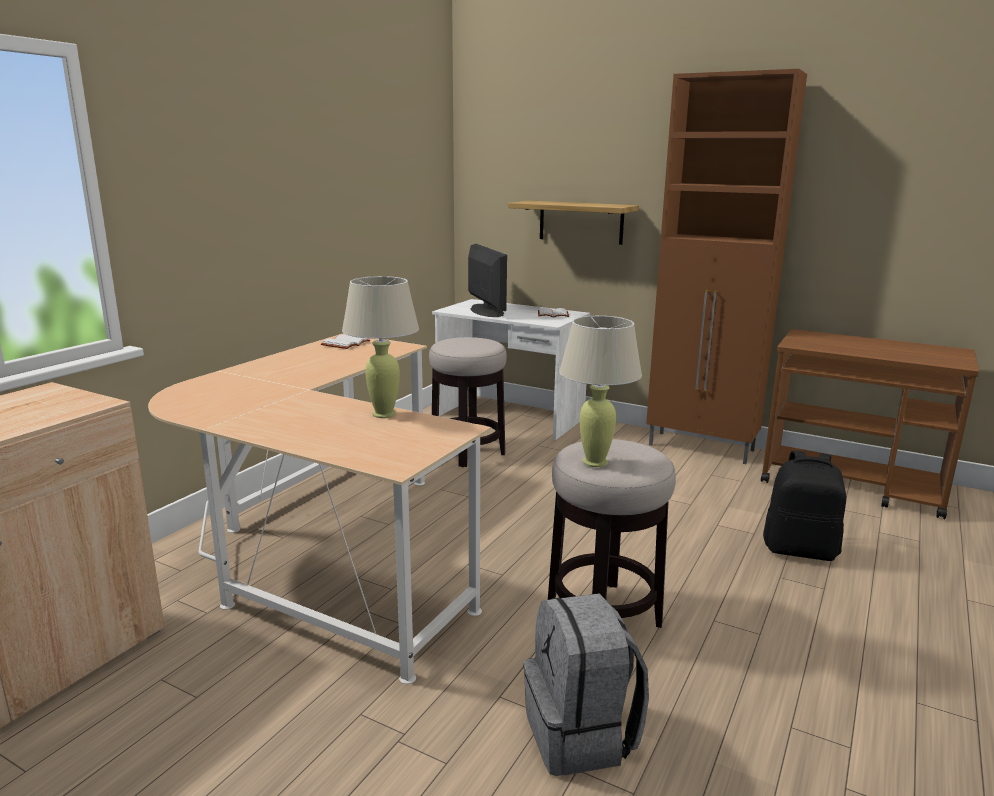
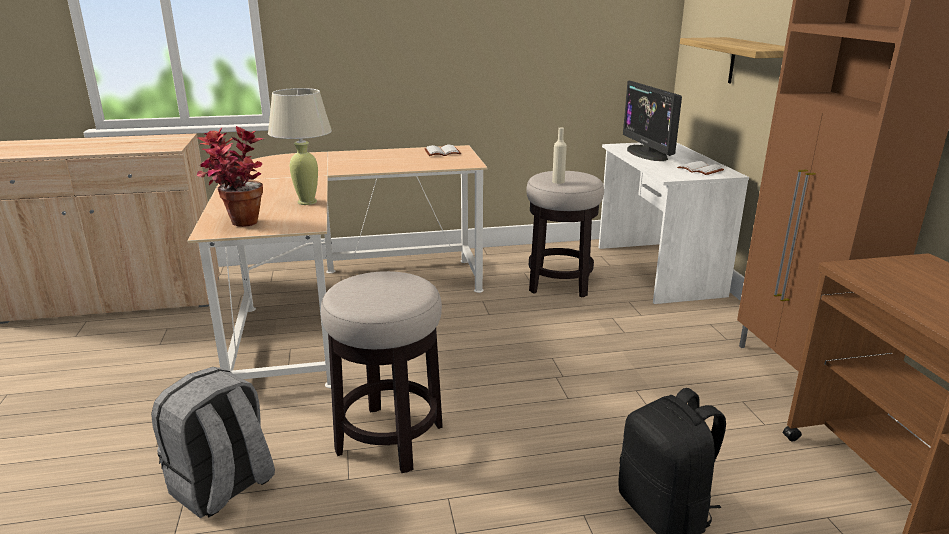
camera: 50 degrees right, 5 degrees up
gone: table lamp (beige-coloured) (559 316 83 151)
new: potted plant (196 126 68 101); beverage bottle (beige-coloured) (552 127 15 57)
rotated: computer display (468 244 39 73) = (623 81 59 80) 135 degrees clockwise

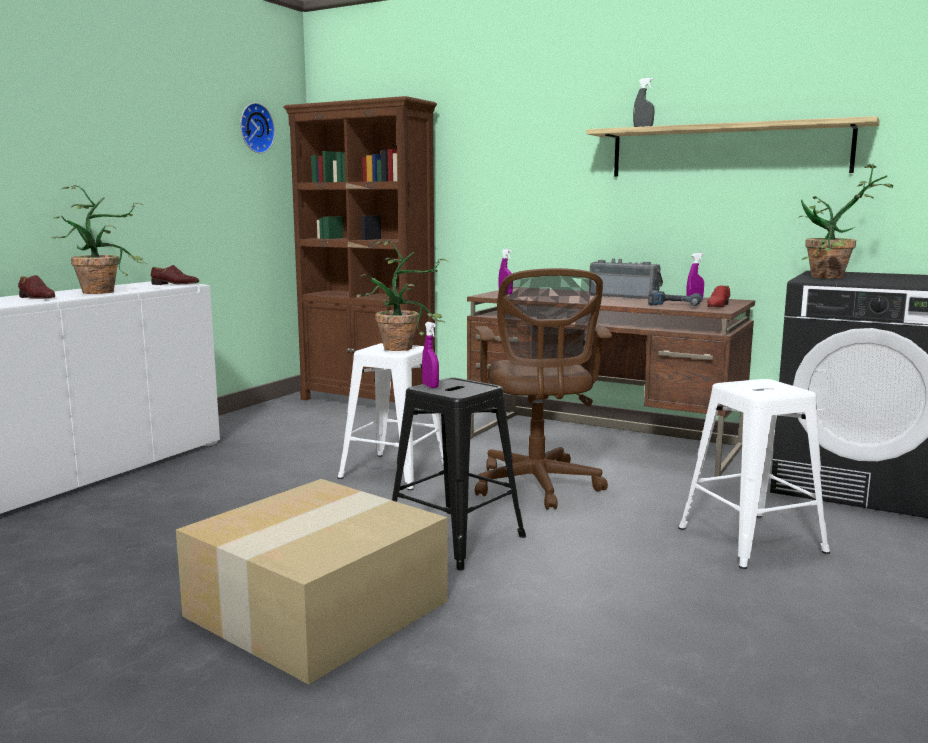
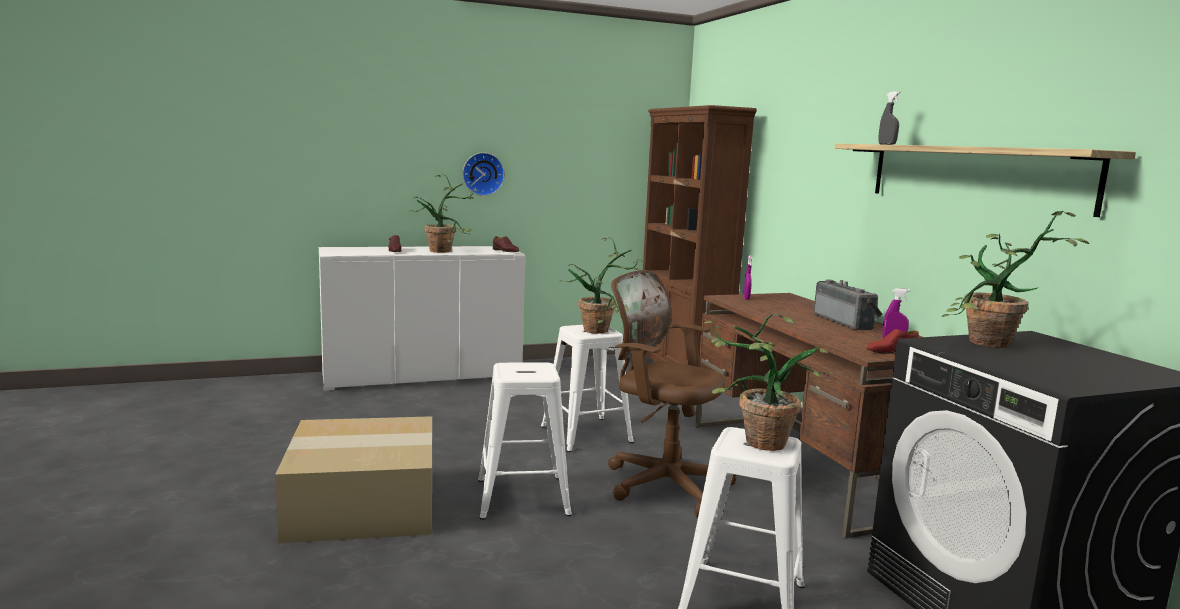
camera: 40 degrees right, 0 degrees up
gone: hand sprayer (purple-coloured) (422 322 17 66); power drill (648 290 54 16)
new: potted plant (705 314 130 137)
shifted: wall clock (240 103 35 50) to (462 153 43 43)
repainted: stool (blackish) (392 377 134 194) to stool (white-coloured) (478 362 94 158)
rotated: computer chair (brown) (475 268 137 242) = (608 270 129 247) 90 degrees clockwise

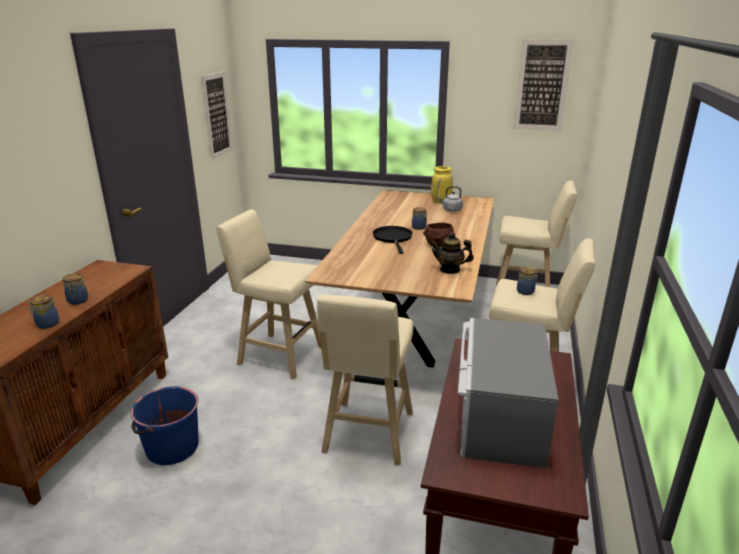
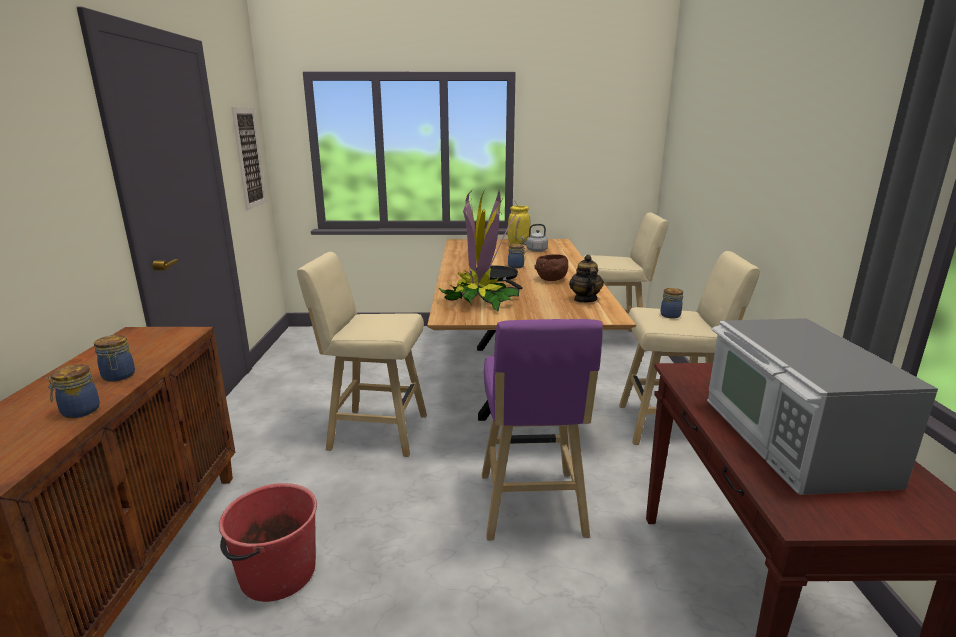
camera: 15 degrees left, 5 degrees down
gone: wall picture (513 39 61 92)
new: potted plant (438 188 81 123)
repainted: bucket (blue-coloured) (131 386 67 79) to bucket (red-coloured) (219 483 98 119); stool (beige-coloured) (317 295 96 170) to stool (purple-coloured) (482 319 121 222)
rotated: pot for tea (430 232 44 42) = (569 255 35 48) 90 degrees clockwise

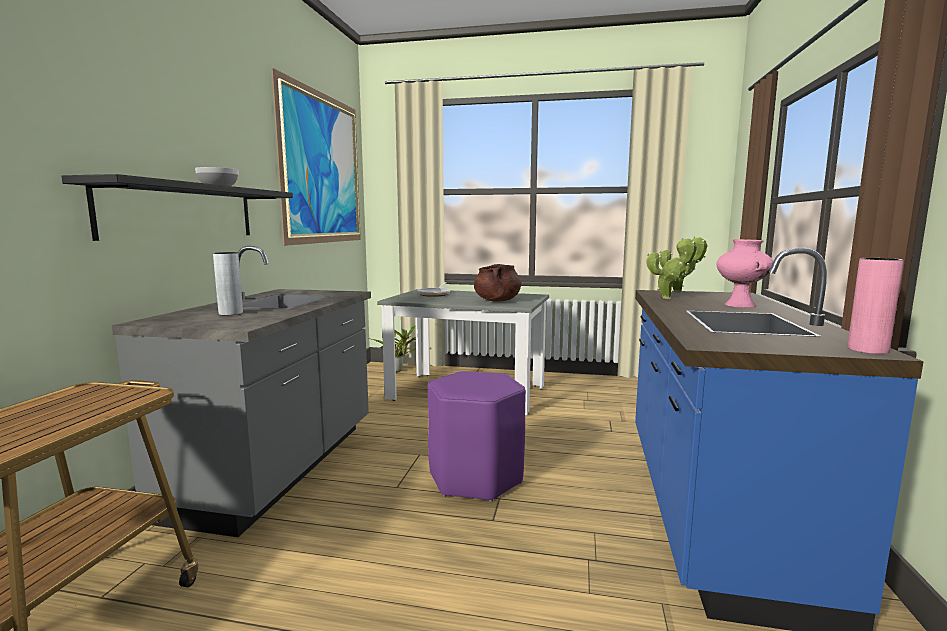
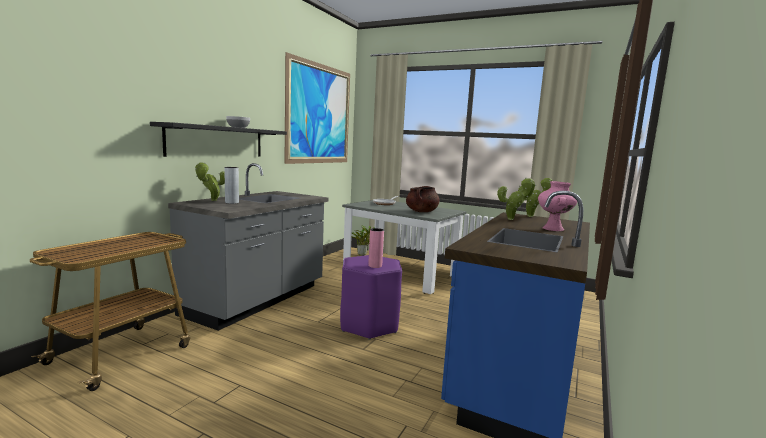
camera: 15 degrees right, 0 degrees up
new: potted plant (195 162 30 39)
shifted: decorative vase (pinkish) (848 258 56 96) to (368 228 16 40)

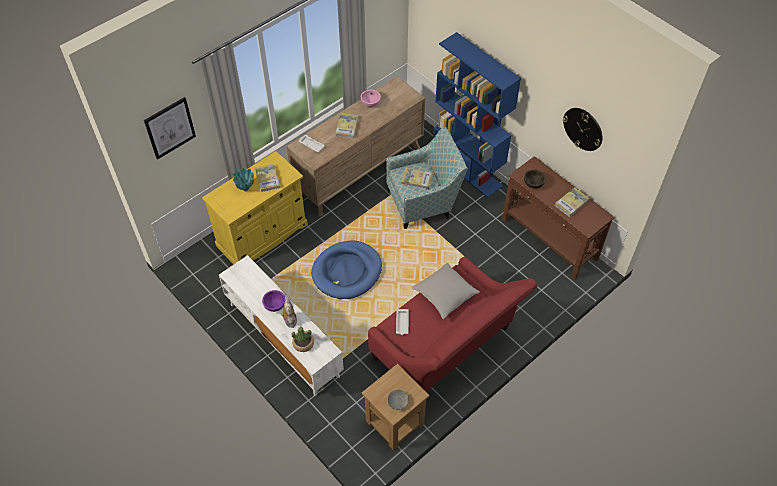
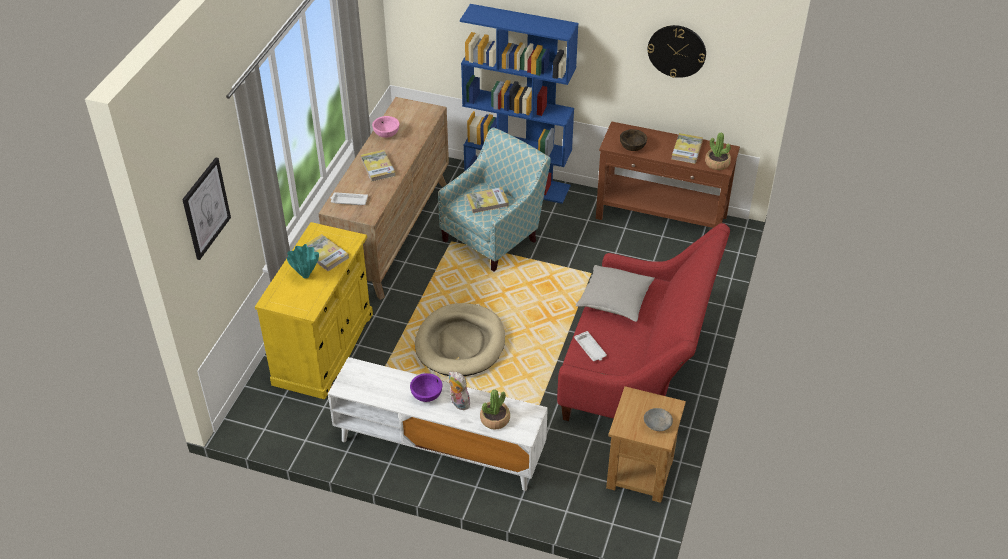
camera: 30 degrees left, 10 degrees down
new: potted plant (705 132 26 38)
repainted: dog bed (blue-coloured) (311 240 71 59) to dog bed (beige-coloured) (415 303 90 73)

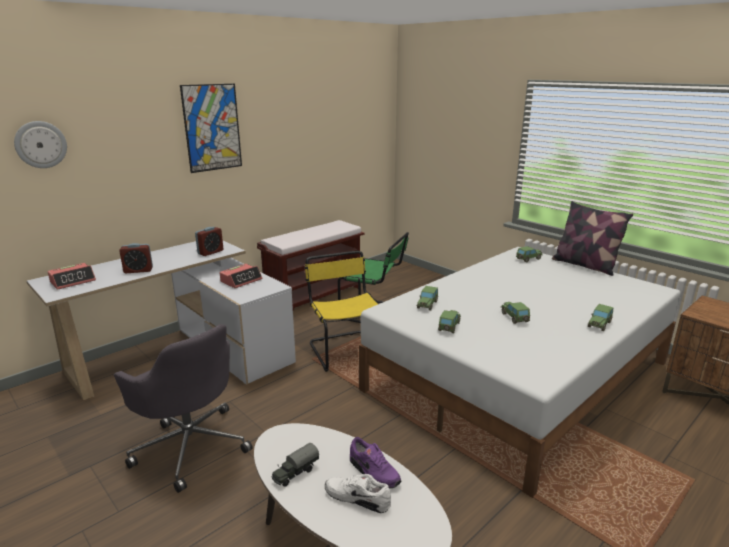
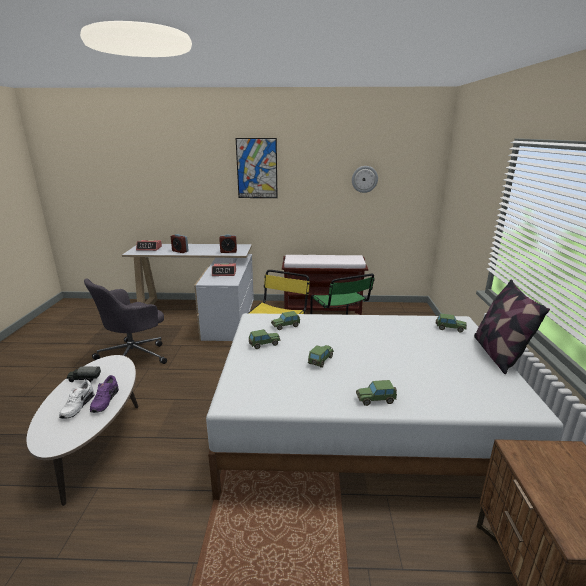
camera: 45 degrees right, 0 degrees up
shifted: wall clock (14 121 53 47) to (352 166 26 27)
rotated: computer chair (gray) (114 324 139 169) = (84 278 83 86) 45 degrees clockwise; item of footwear (white-coloured) (325 474 66 39) = (59 380 35 39) 150 degrees counterclockwise

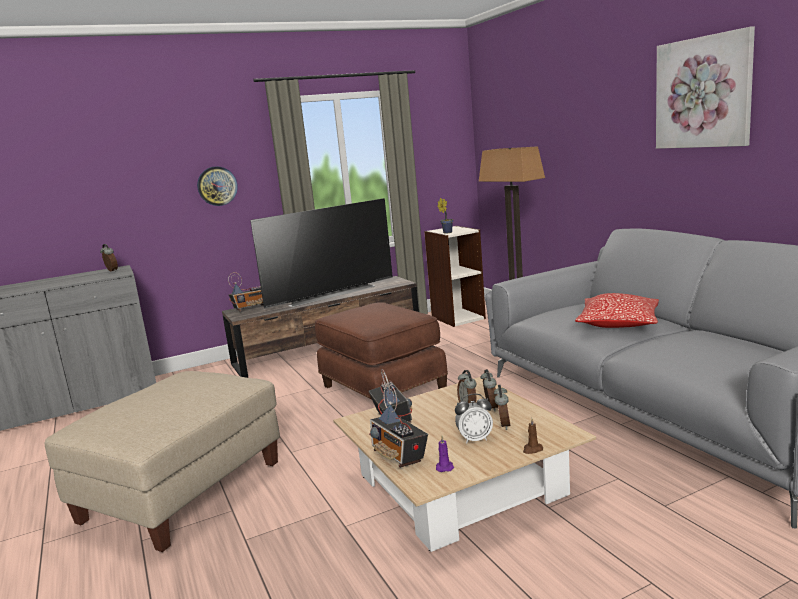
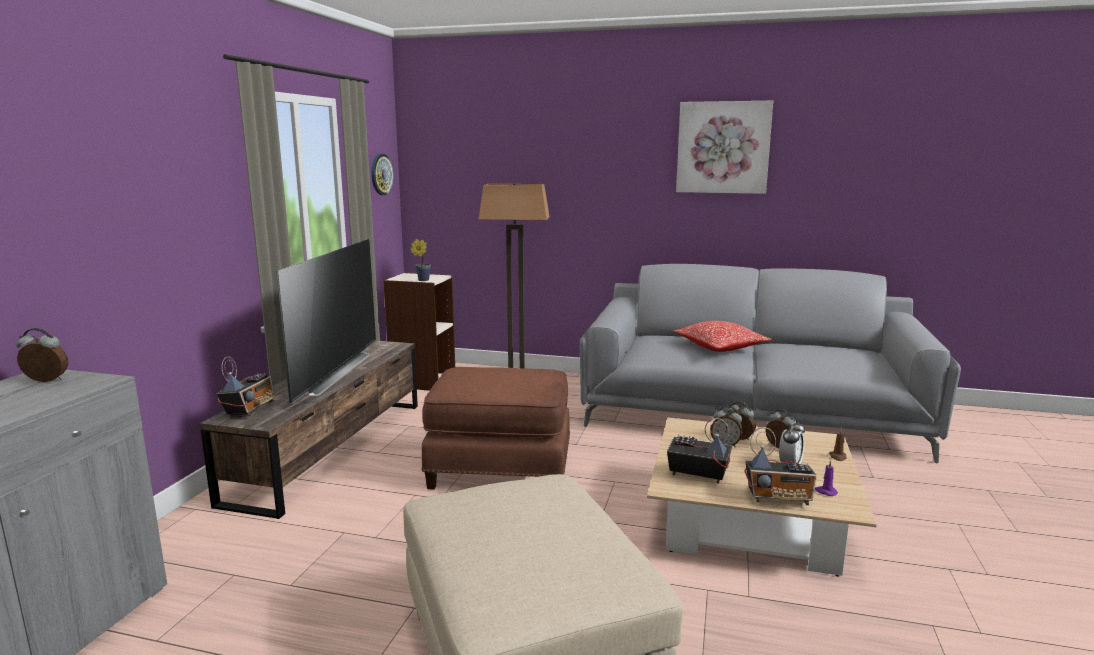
camera: 50 degrees left, 0 degrees up
shifted: wall clock (197 166 41 40) to (371 154 23 41)

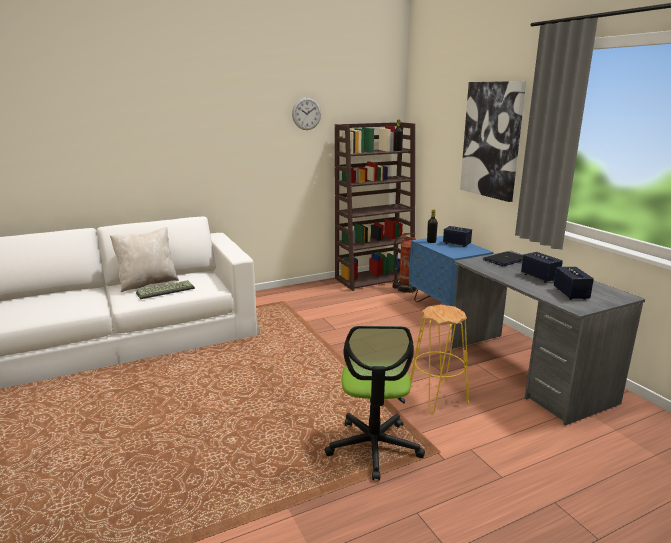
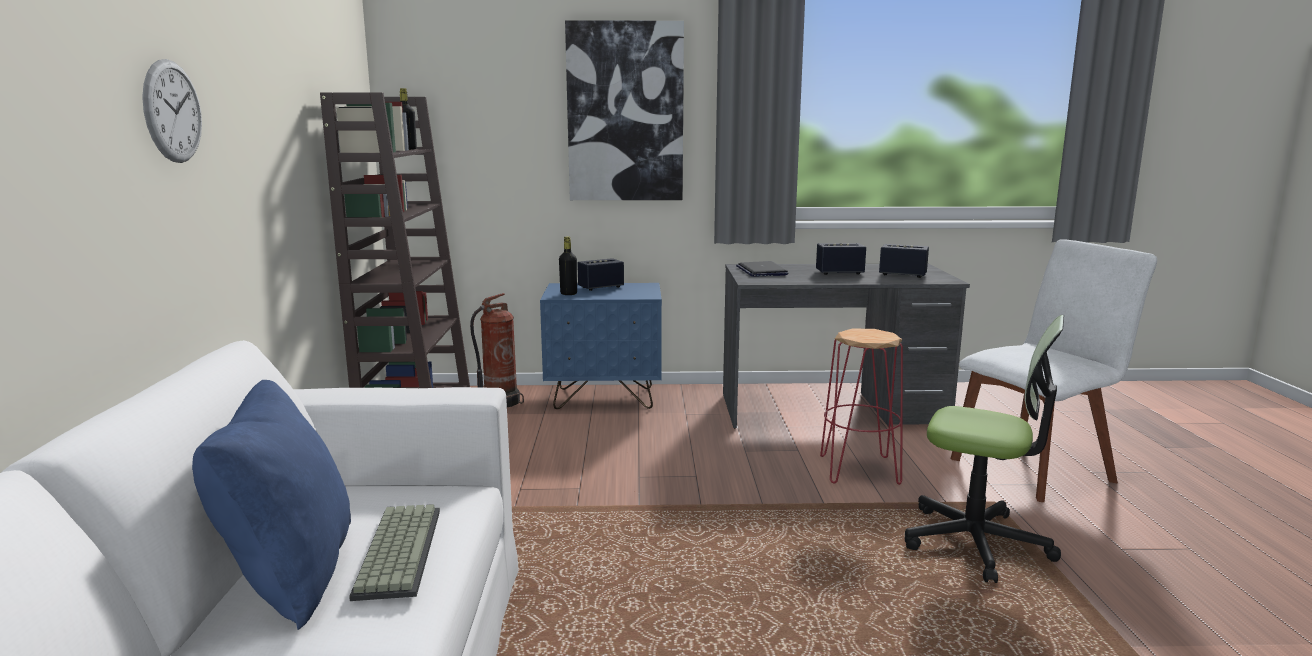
camera: 65 degrees left, 5 degrees down
new: chair (white-coloured) (951 239 206 263)
shifted: wall clock (292 97 29 33) to (142 59 60 104)
repainted: throw pillow (beige-coloured) (110 227 69 65) to throw pillow (blue-coloured) (192 380 159 250); stool (yellow-coloured) (410 304 59 109) to stool (red-coloured) (820 329 83 156)

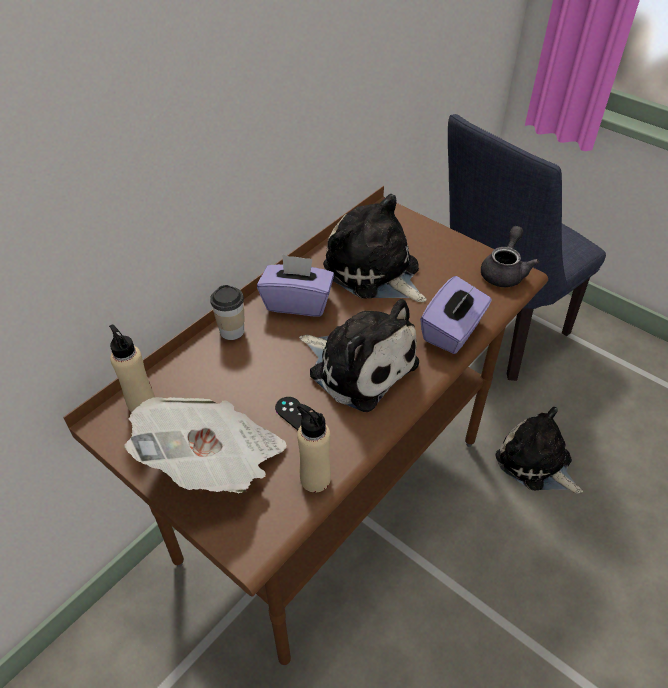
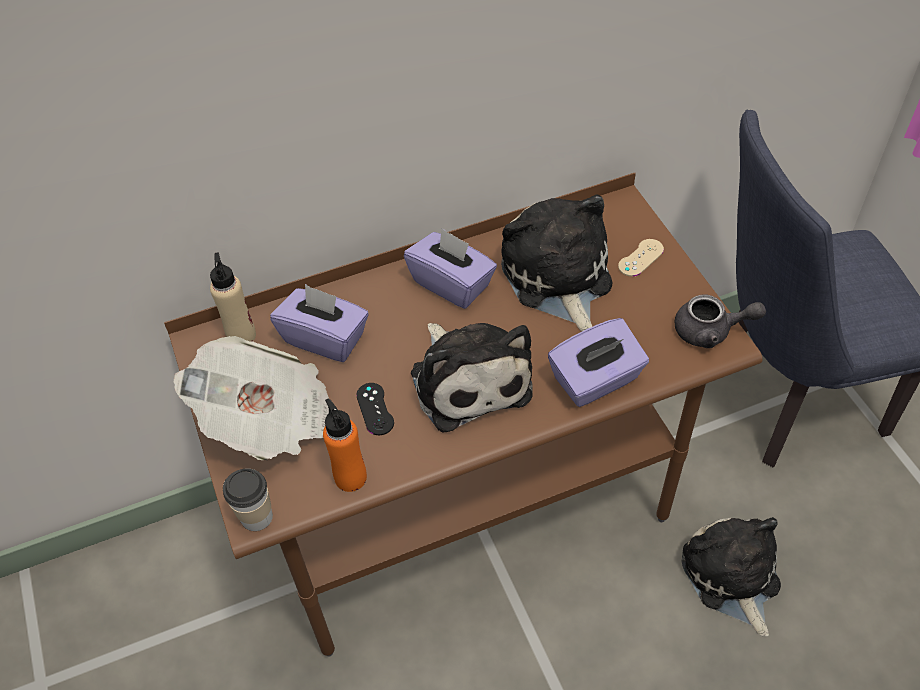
camera: 30 degrees right, 5 degrees up
new: tissue holder (purple-coloured) (270 284 99 78); game controller (beige-coloured) (618 239 46 38)
shifted: small cup (210 285 35 55) to (223 469 50 62)
repainted: beverage bottle (beige-coloured) (297 404 34 88) to beverage bottle (orangey) (323 398 44 94)
rotated: pot for tea (gray) (481 226 58 61) = (674 294 92 54) 45 degrees clockwise

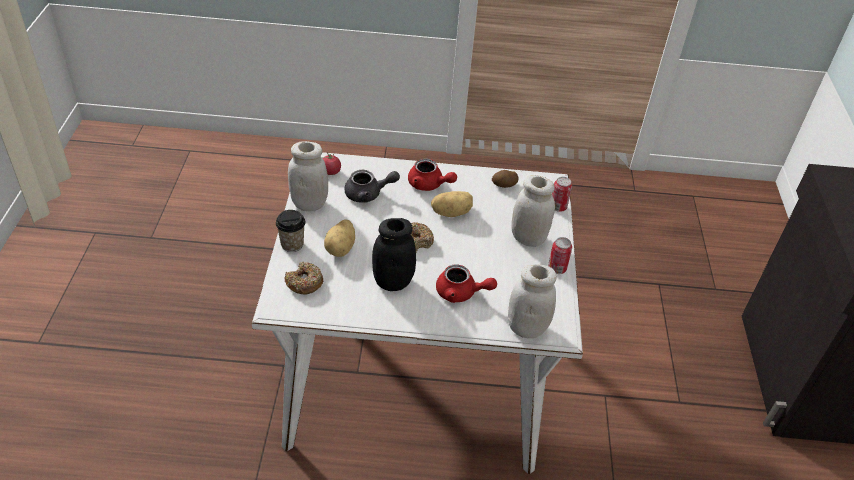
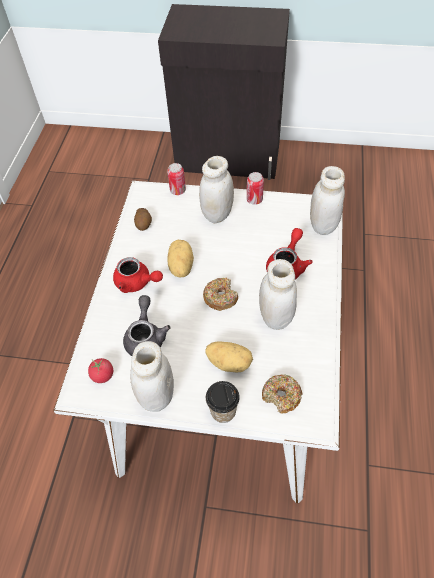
camera: 80 degrees left, 10 degrees up
repainted: preserve jar (blackish) (372 218 44 73) to preserve jar (white-coloured) (259 259 38 71)
rotated: pot for tea (red-coloured) (408 158 49 33) = (113 257 50 36) 75 degrees clockwise

